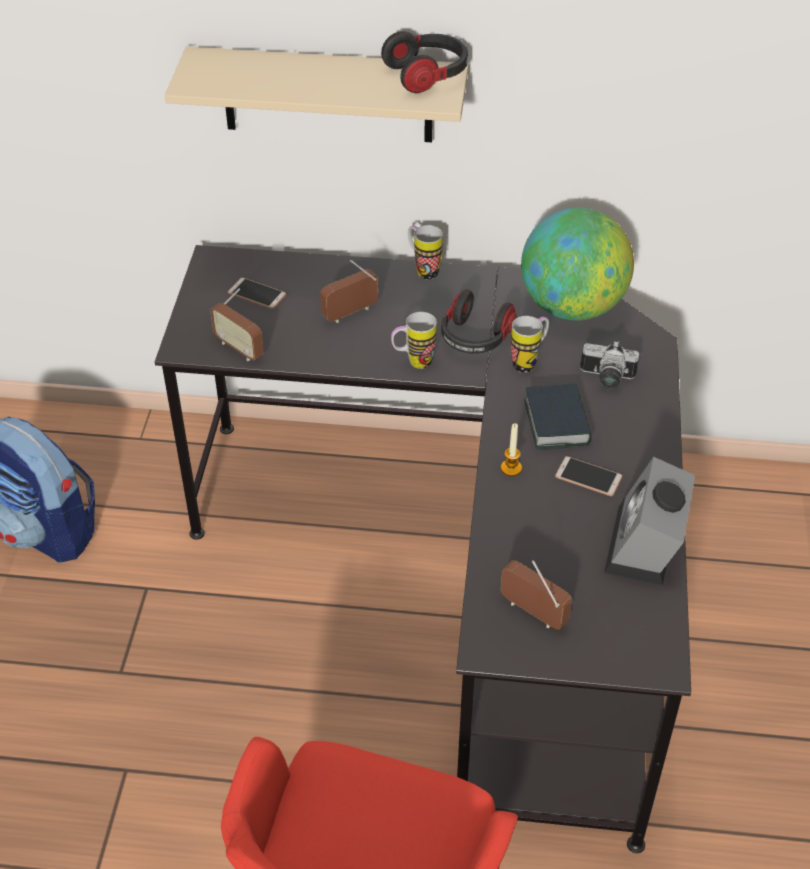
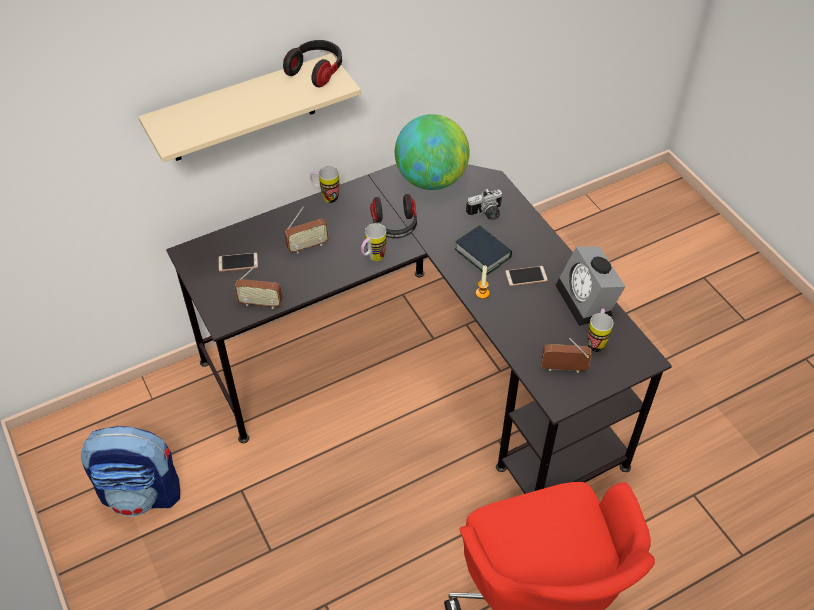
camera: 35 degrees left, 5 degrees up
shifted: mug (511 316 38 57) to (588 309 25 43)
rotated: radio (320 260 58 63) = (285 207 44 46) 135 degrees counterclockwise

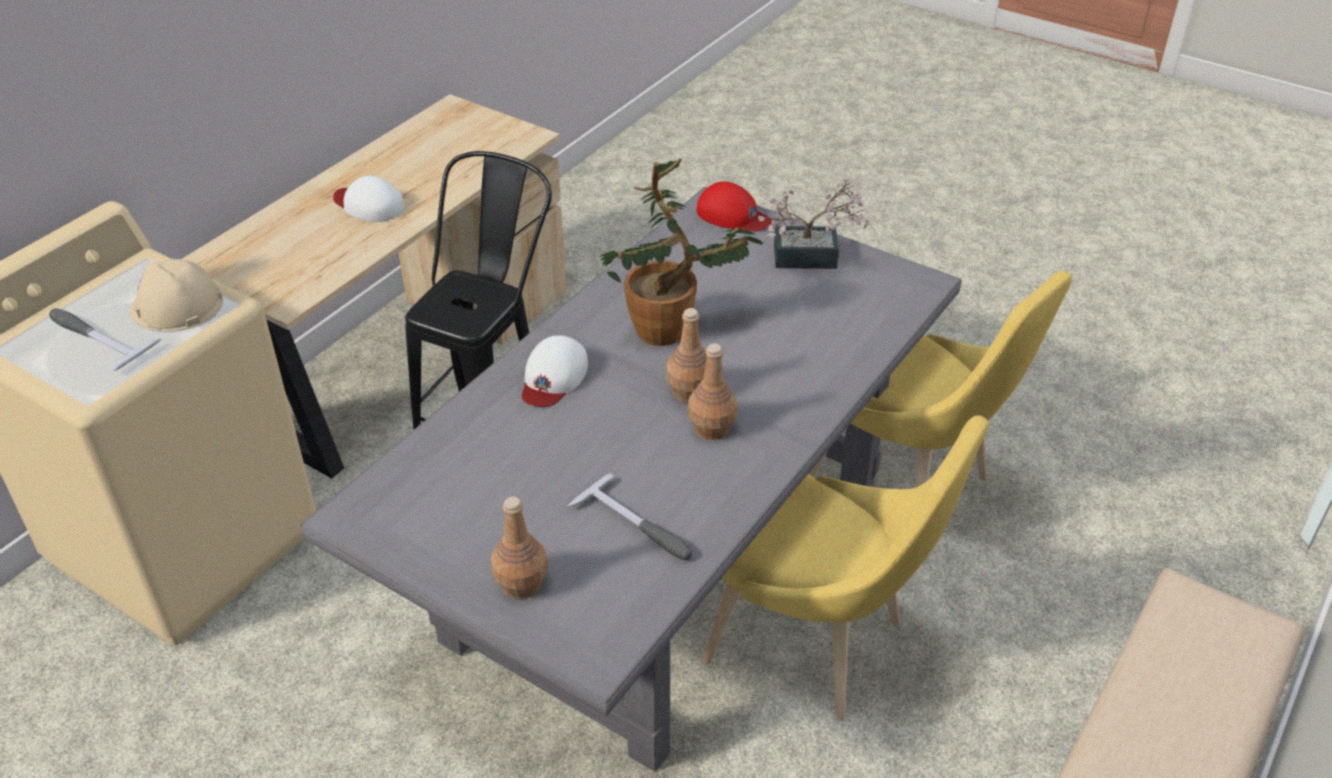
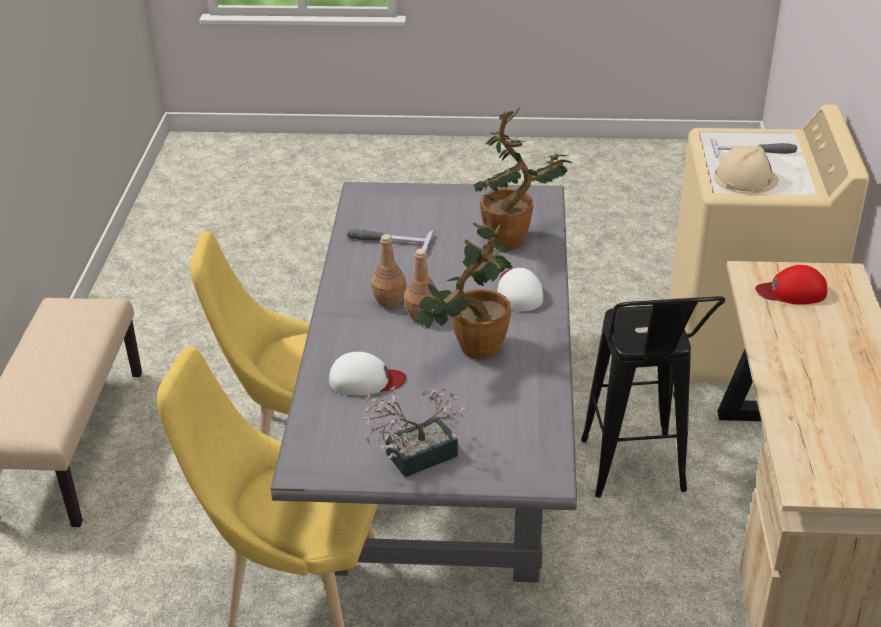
camera: 150 degrees right, 5 degrees down
gone: beverage bottle (brown) (491 497 57 102)
new: potted plant (473 107 100 143)
shifted: peaked cap (white-coloured) (333 176 71 46) to (329 352 77 43); peaked cap (red-coloured) (696 181 76 51) to (755 265 72 39)

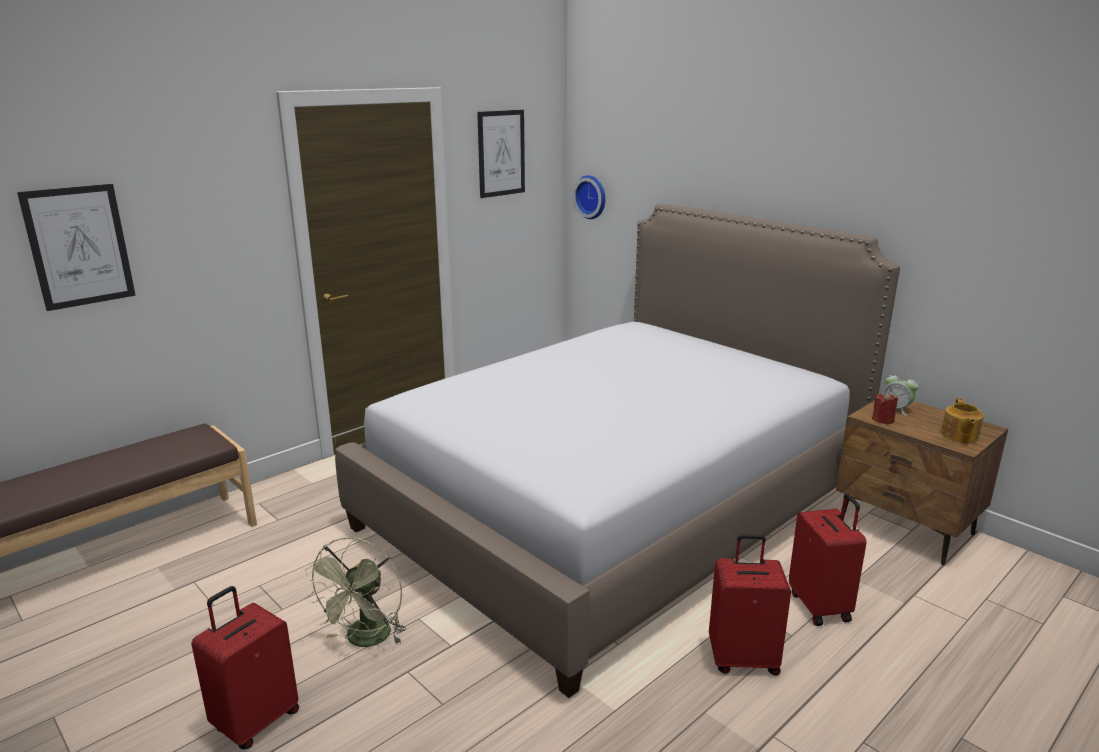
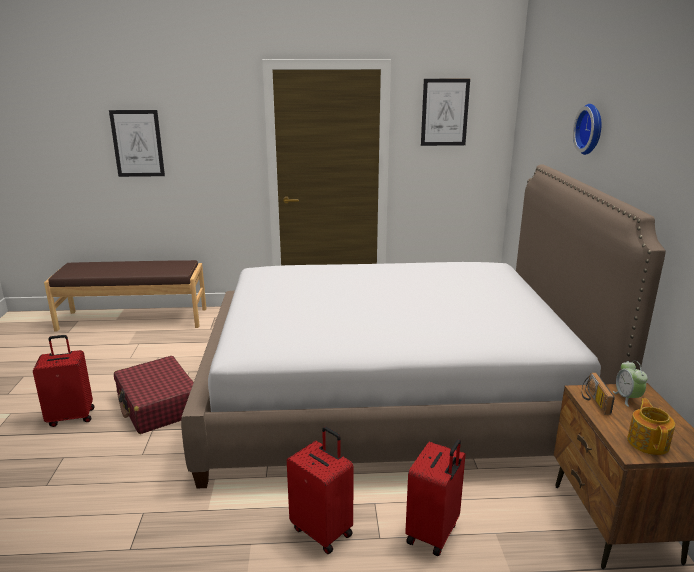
camera: 40 degrees right, 0 degrees up
shifted: wall clock (573 175 32 44) to (573 104 28 51)
swapped: fan (green) (305 537 101 110) to suitcase (red-coloured) (114 356 80 78); candle (red-coloured) (872 393 26 31) to radio (582 373 33 42)
rotated: pot for tea (941 398 43 45) = (627 399 48 56) 135 degrees clockwise

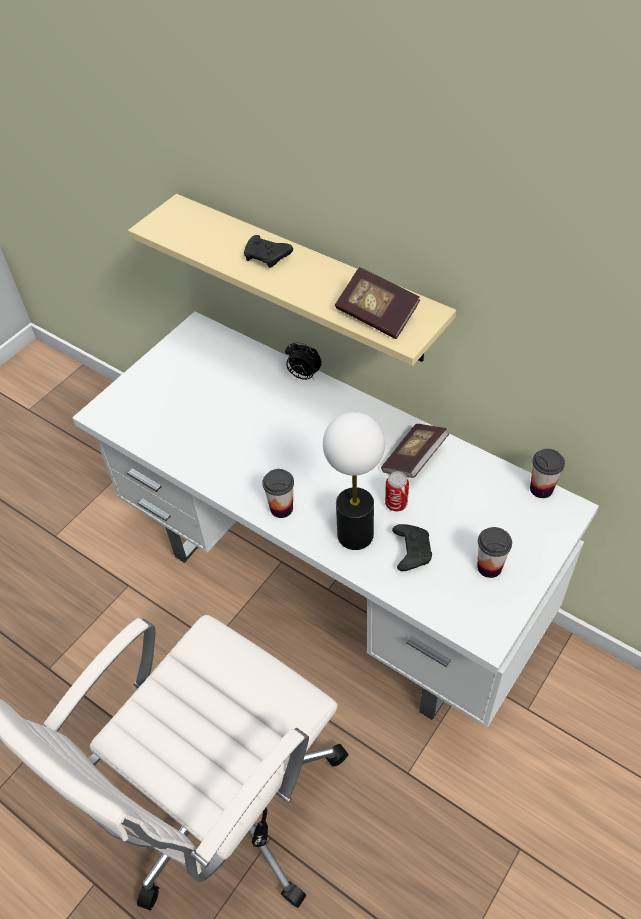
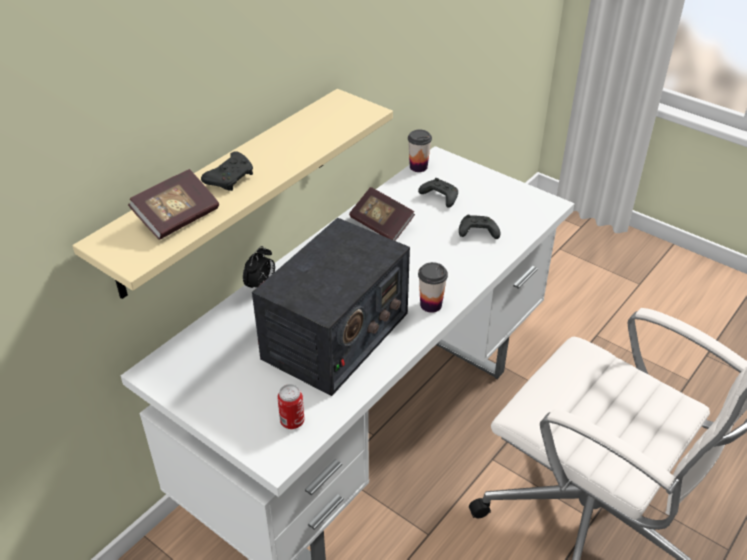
camera: 90 degrees left, 10 degrees down
gone: table lamp (323 412 62 138); small cup (477 527 35 51)
new: radio (252 218 158 178); game controller (blackish) (418 178 40 30)
shifted: volume (335 267 85 72) to (128 169 91 71); sealed can (385 472 24 39) to (277 384 28 45)

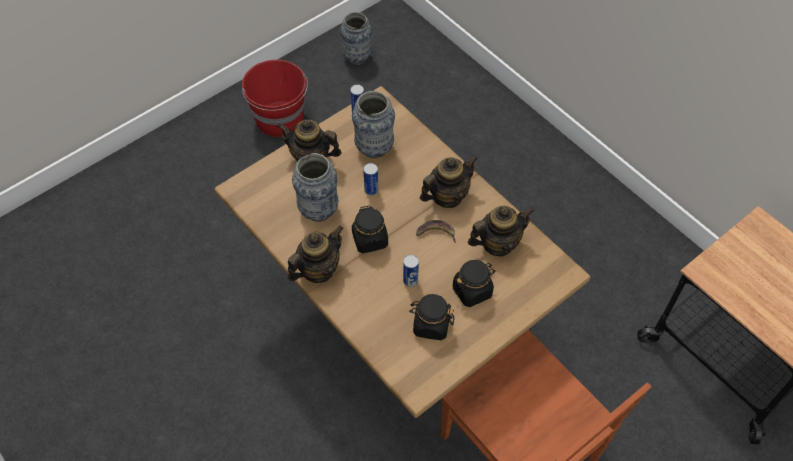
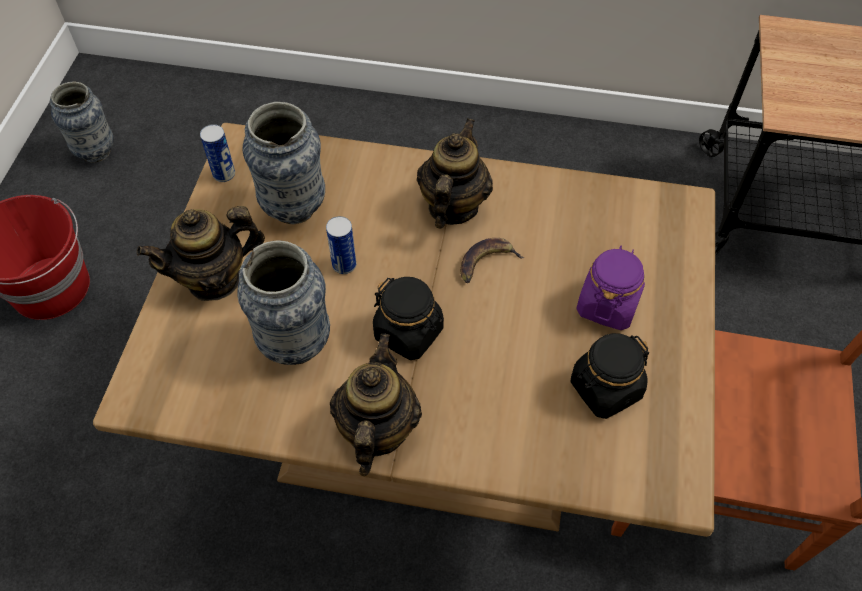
camera: 40 degrees left, 0 degrees up
gone: sealed can (403 255 16 32); pot for tea (468 206 66 51)
repainted: preserve jar (blackish) (453 260 43 47) to preserve jar (purple-coloured) (576 246 69 84)

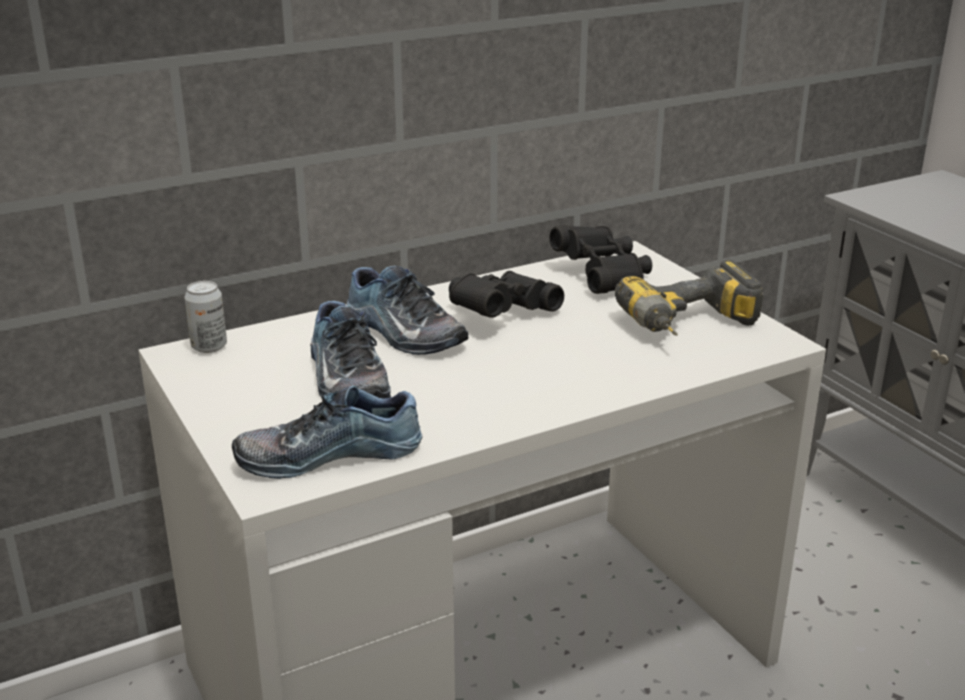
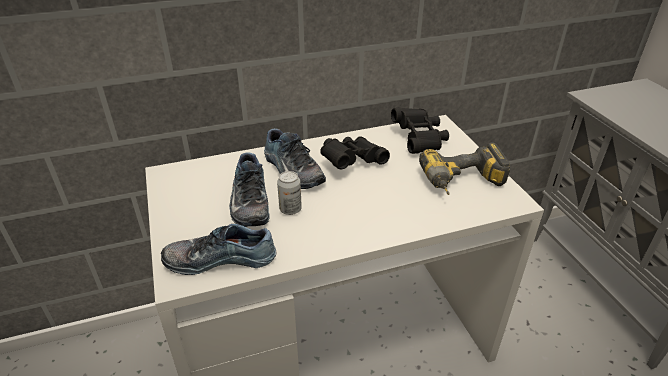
camera: 10 degrees right, 10 degrees up
shifted: sealed can (184 281 43 72) to (277 171 25 44)

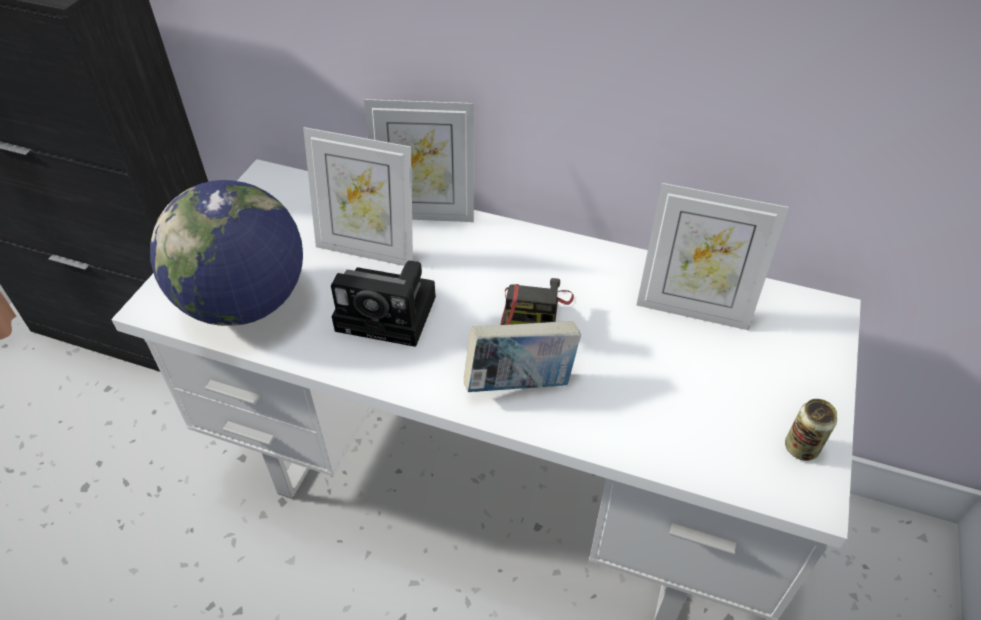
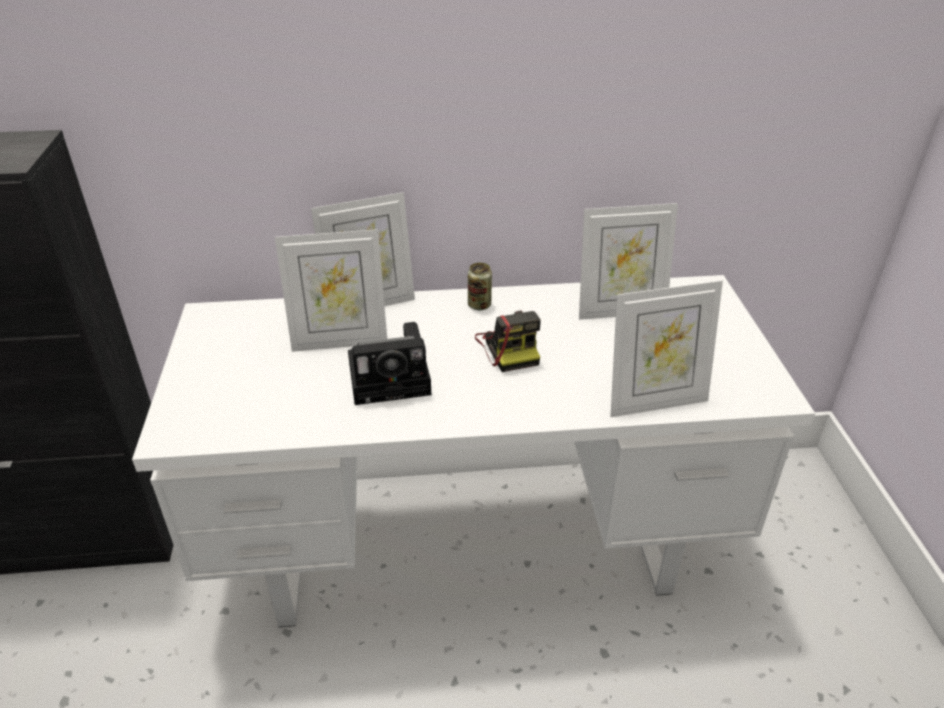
camera: 25 degrees left, 10 degrees down
gone: globe (150 180 153 146); volume (464 321 117 71)
new: picture frame (610 280 113 137)
shifted: sealed can (785 399 52 62) to (468 263 24 47)

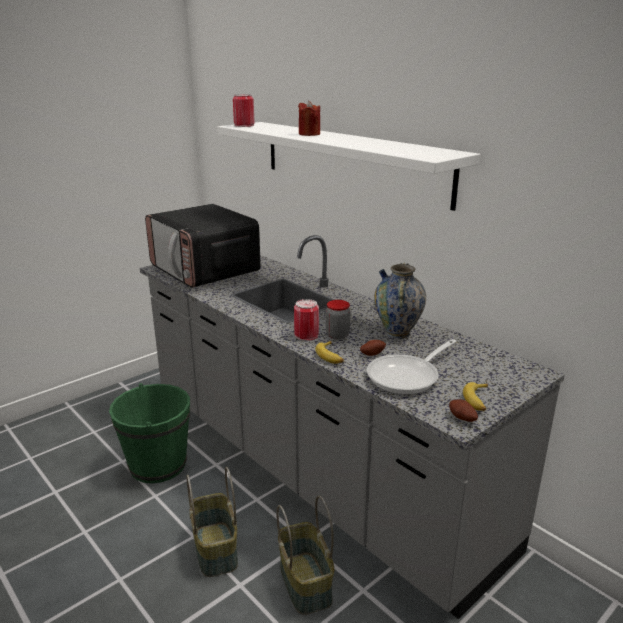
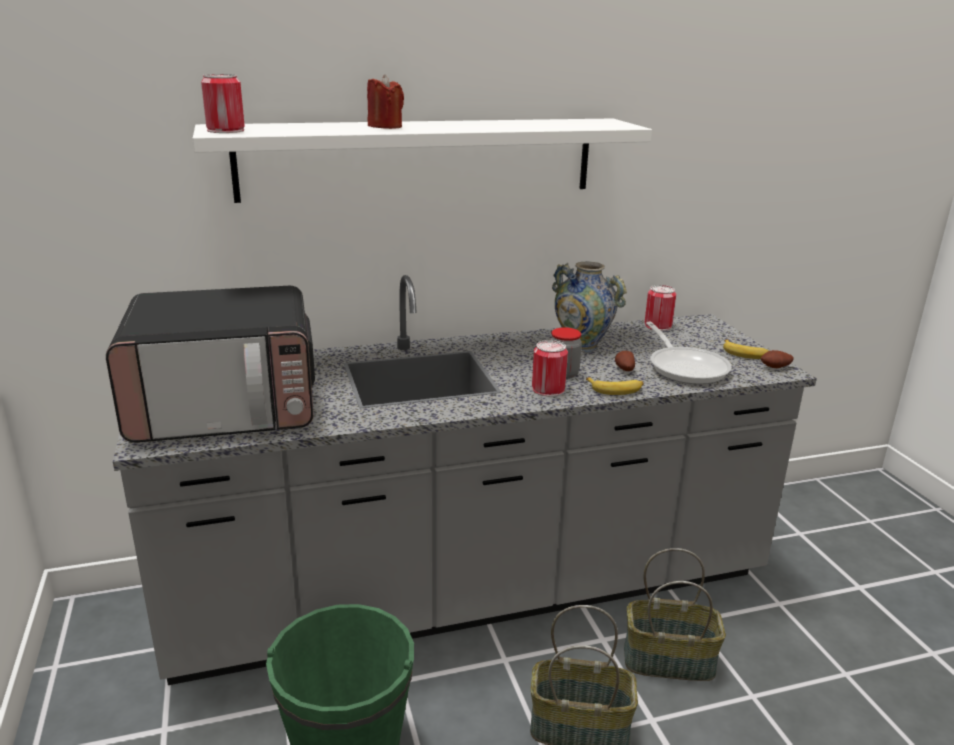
camera: 65 degrees left, 0 degrees up
new: sealed can (645 285 31 46)

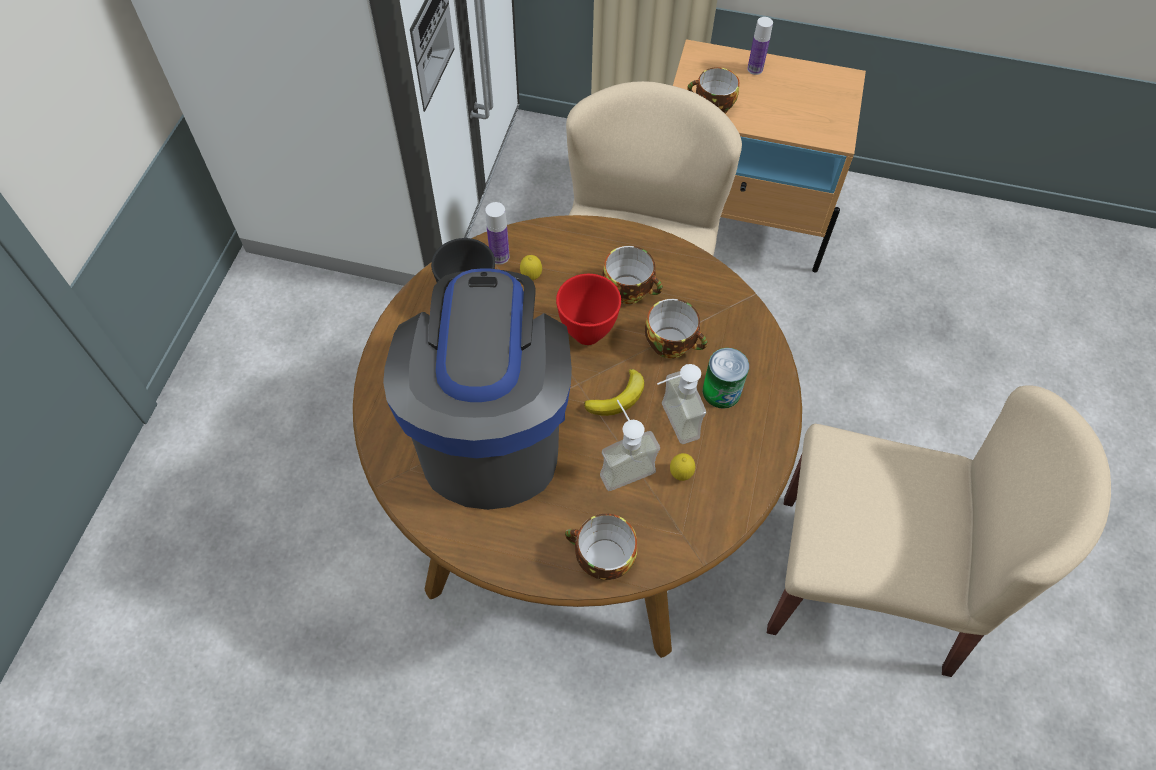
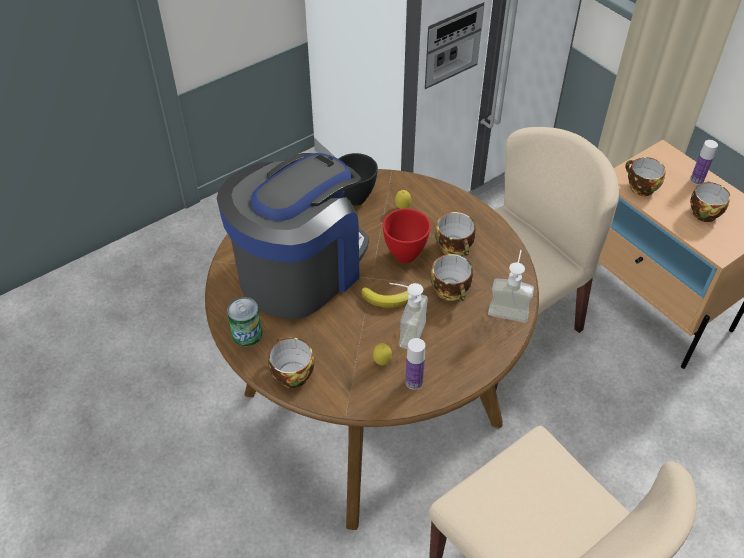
camera: 40 degrees right, 10 degrees down
new: small cup (690 181 40 41)
shifted: beverage bottle (485 202 25 63) to (406 338 19 52); soap bottle (600 400 60 91) to (488 250 46 73); sealed can (703 348 46 61) to (227 297 35 49)

